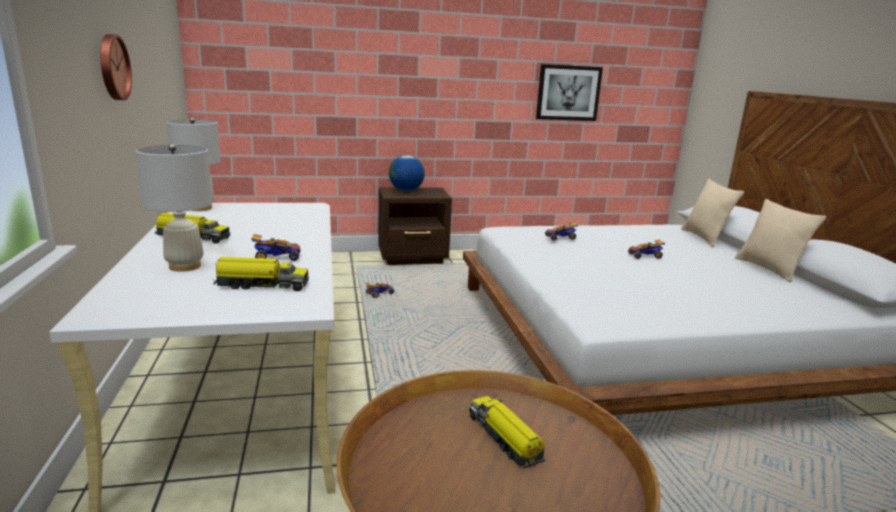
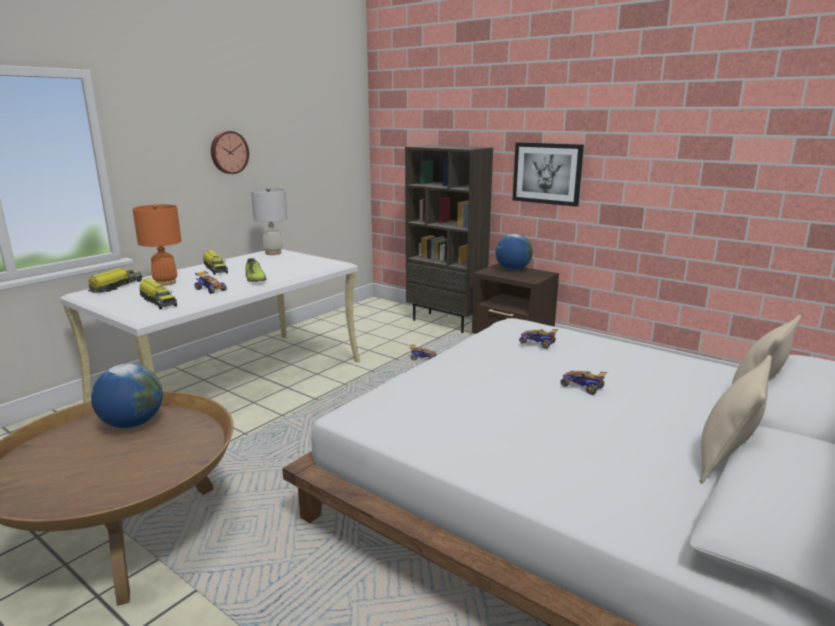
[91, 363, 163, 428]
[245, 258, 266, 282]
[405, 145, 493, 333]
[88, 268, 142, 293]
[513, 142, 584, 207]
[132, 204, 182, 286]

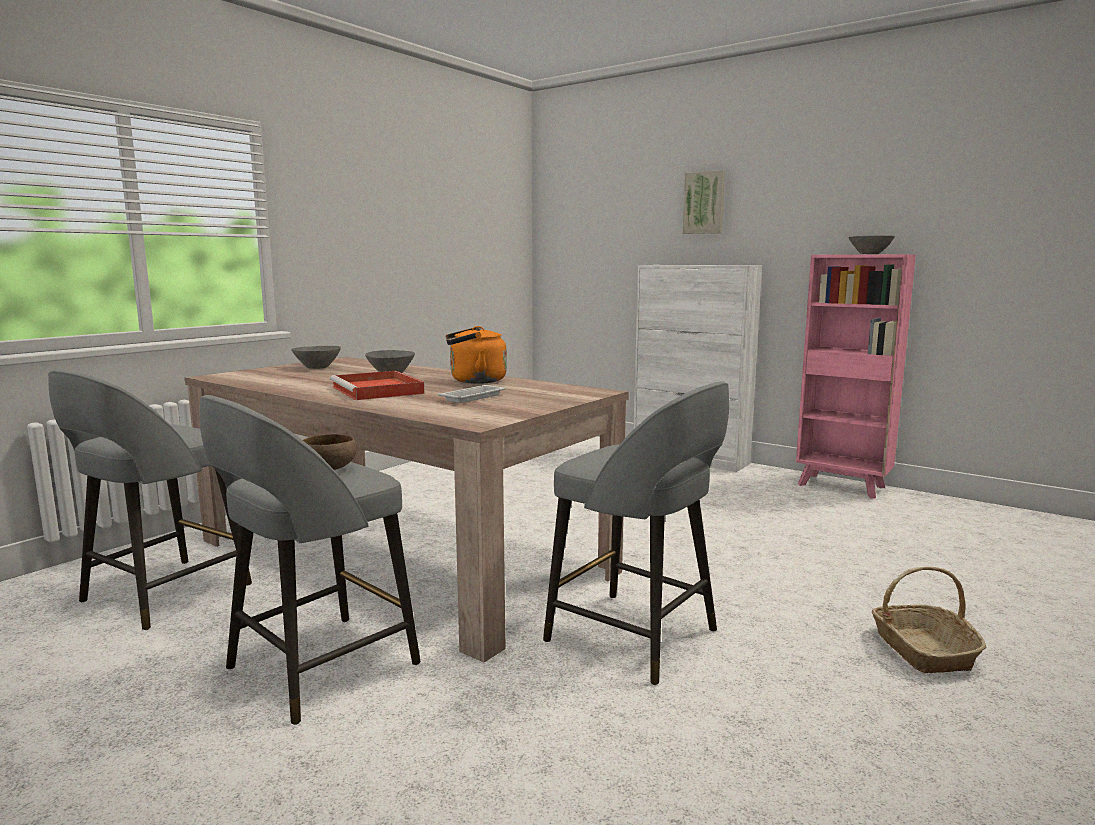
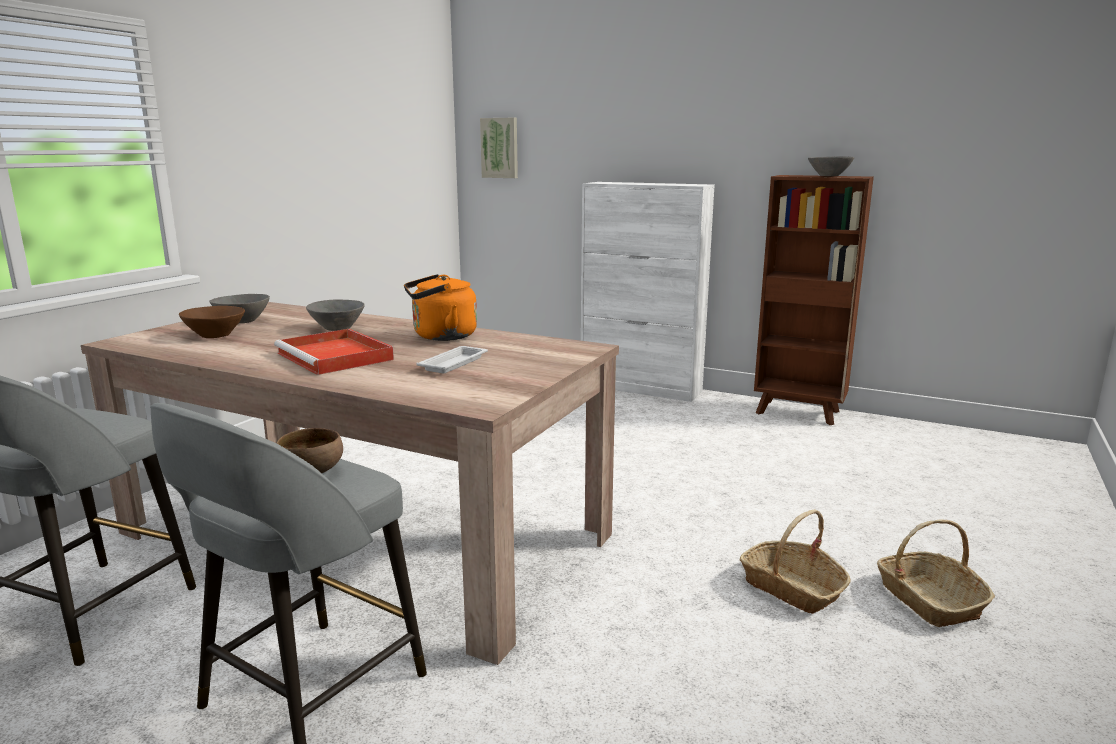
[543, 381, 729, 685] (first image)
[179, 306, 245, 338]
[739, 509, 851, 614]
[480, 118, 518, 178]
[754, 175, 874, 425]

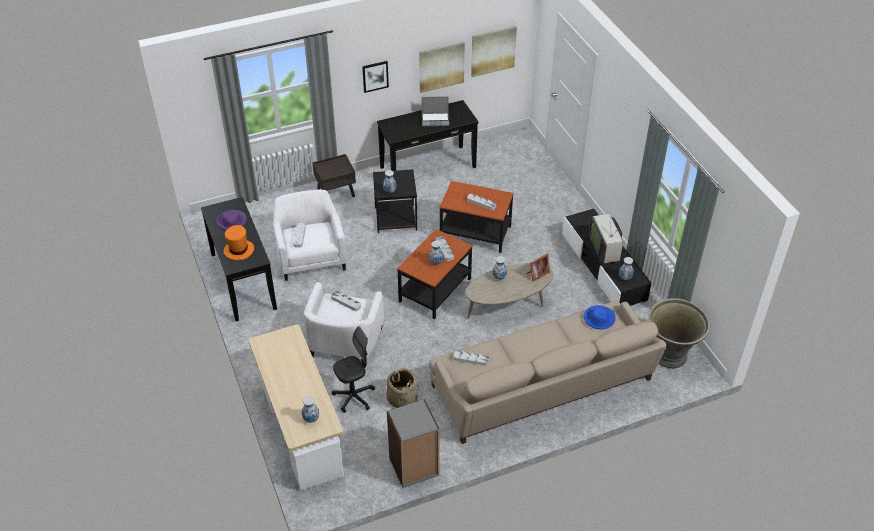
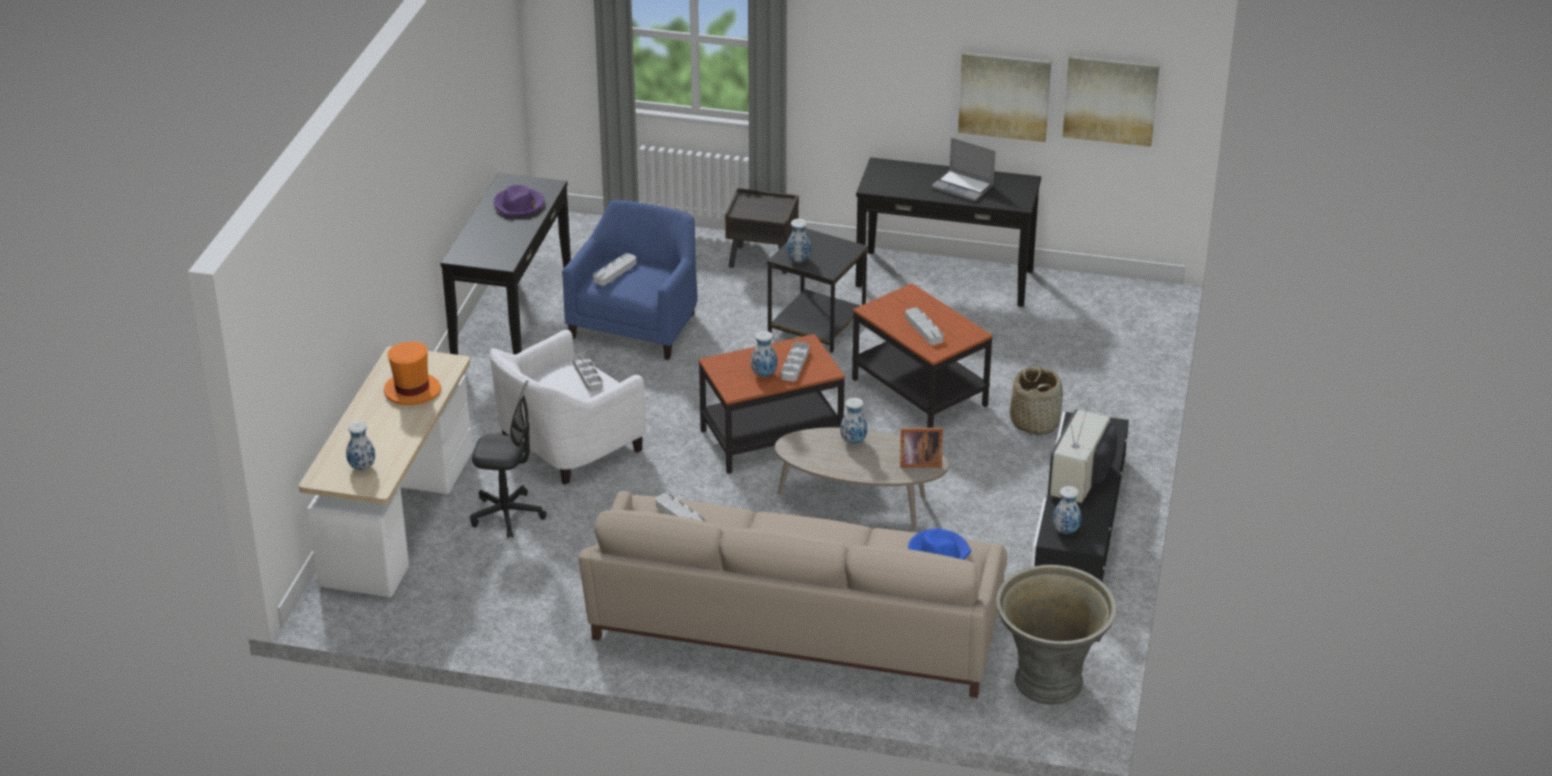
[362, 61, 389, 93] (first image)
[387, 399, 439, 488] (first image)
[384, 341, 441, 405]
[1010, 366, 1063, 435]
[562, 200, 698, 360]

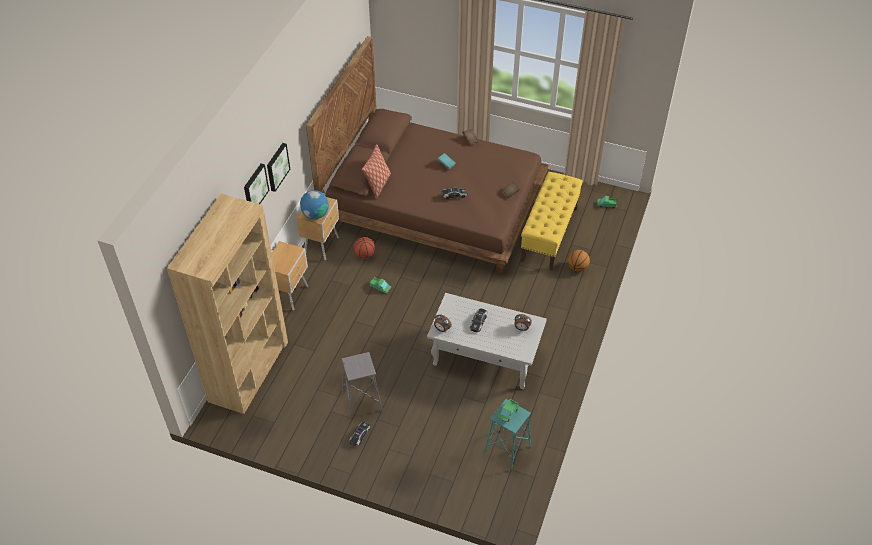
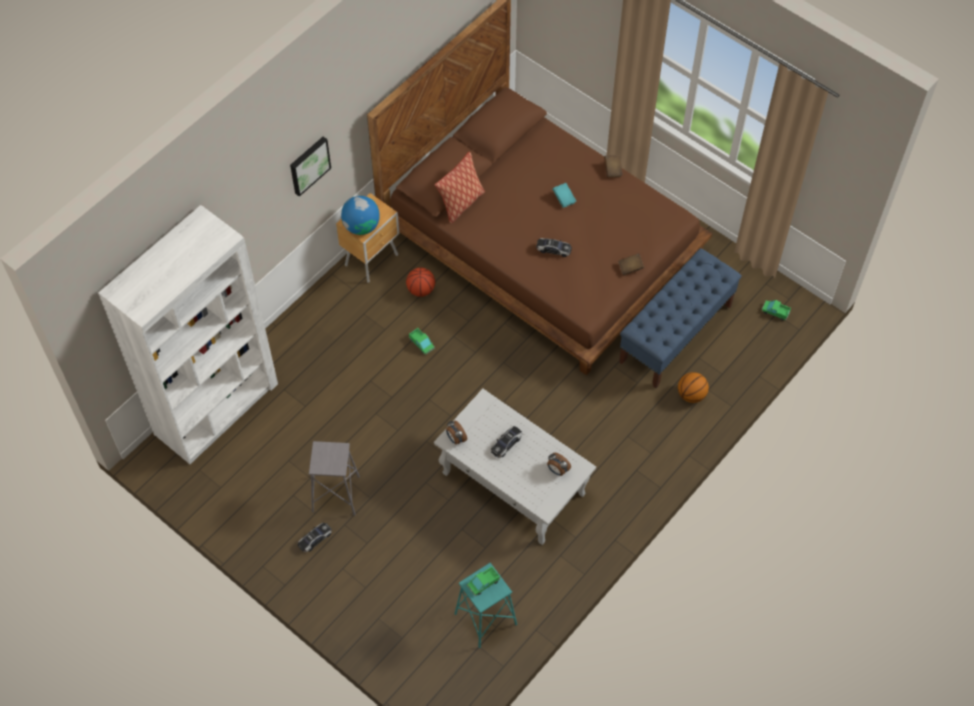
[244, 163, 269, 204] (first image)
[272, 241, 308, 310] (first image)
[98, 205, 278, 464]
[619, 248, 742, 388]

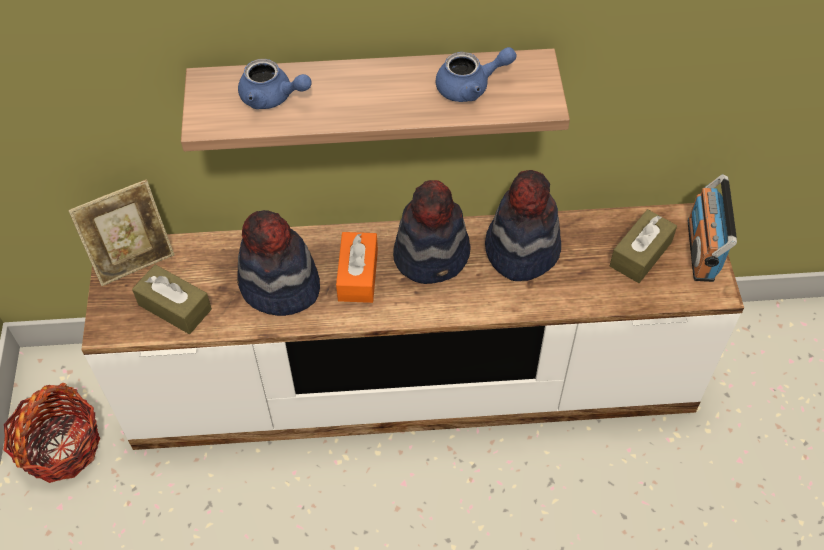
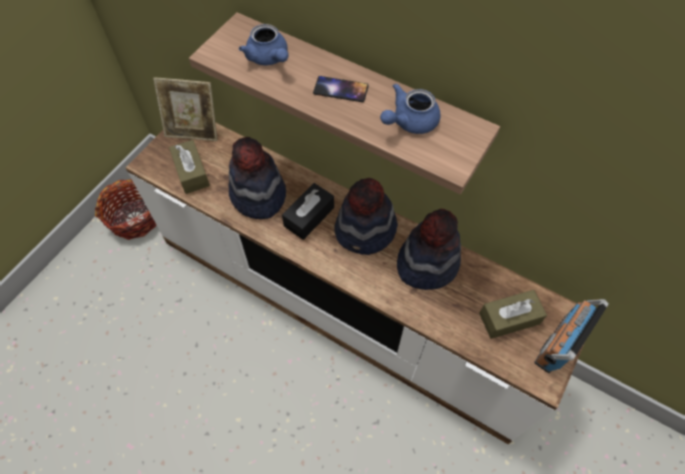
[313, 76, 369, 102]
[282, 183, 334, 240]
[380, 83, 441, 134]

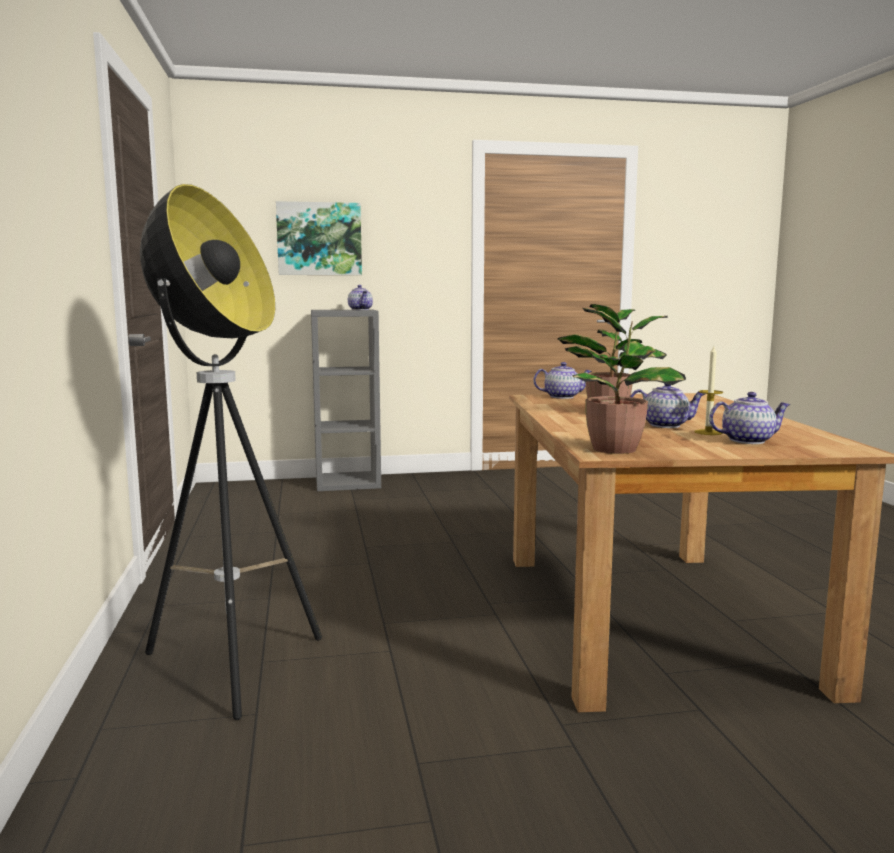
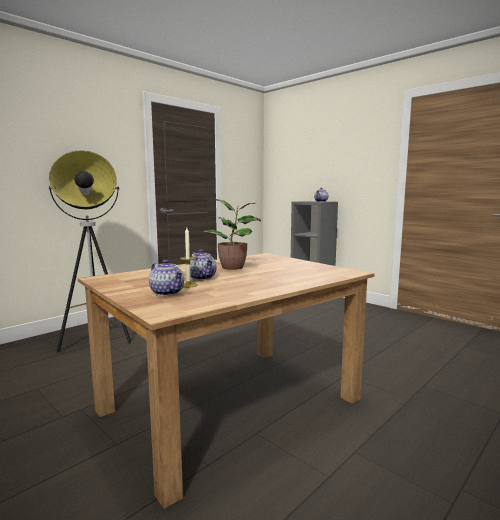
[276, 201, 362, 275] (first image)
[533, 362, 592, 399] (first image)
[564, 308, 686, 454] (first image)

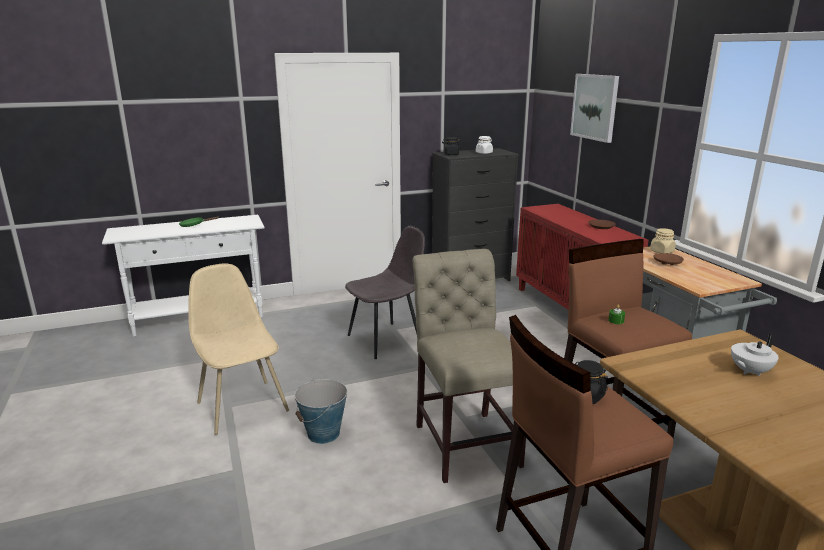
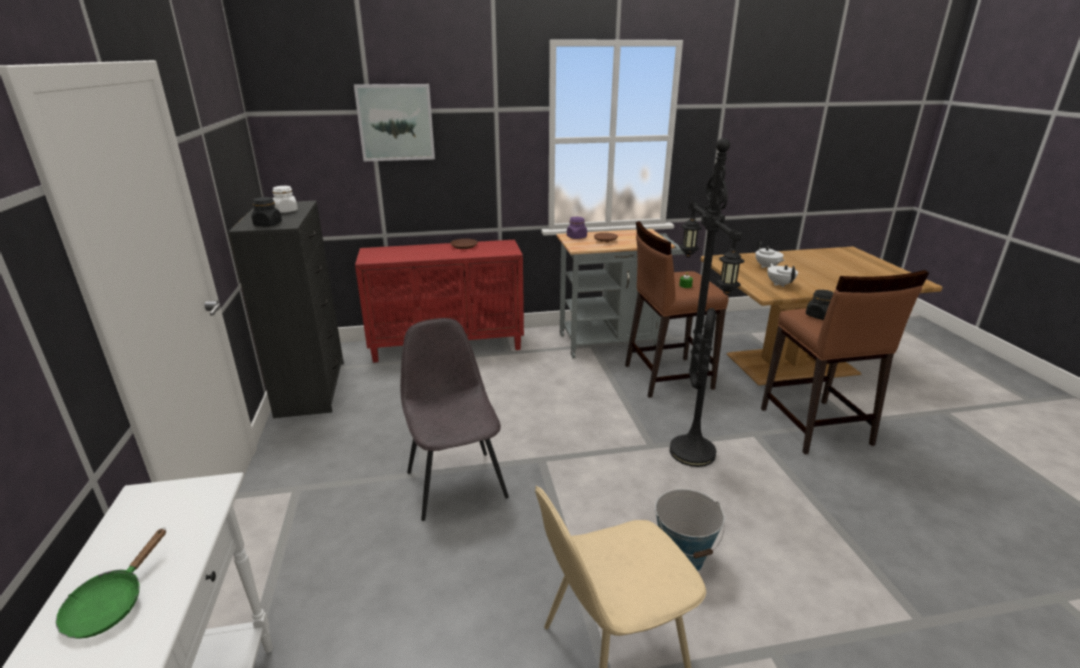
[767, 263, 798, 287]
[670, 138, 744, 467]
[567, 217, 587, 239]

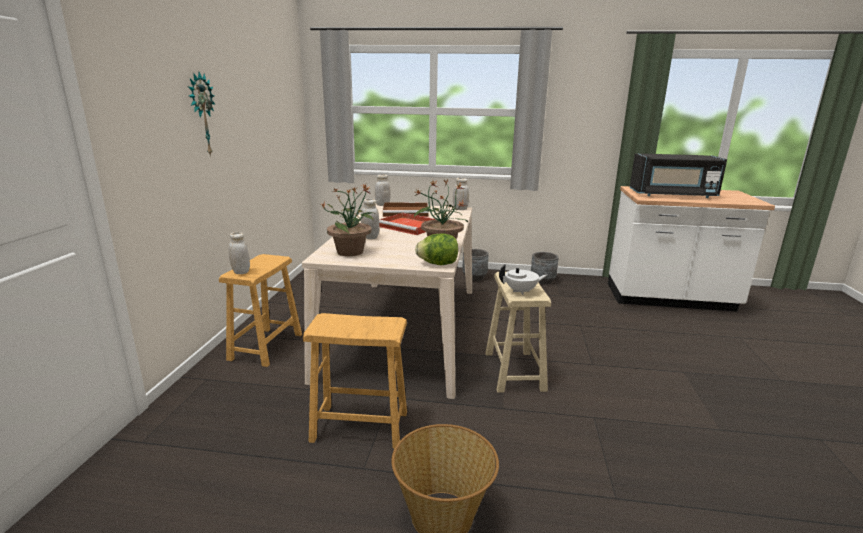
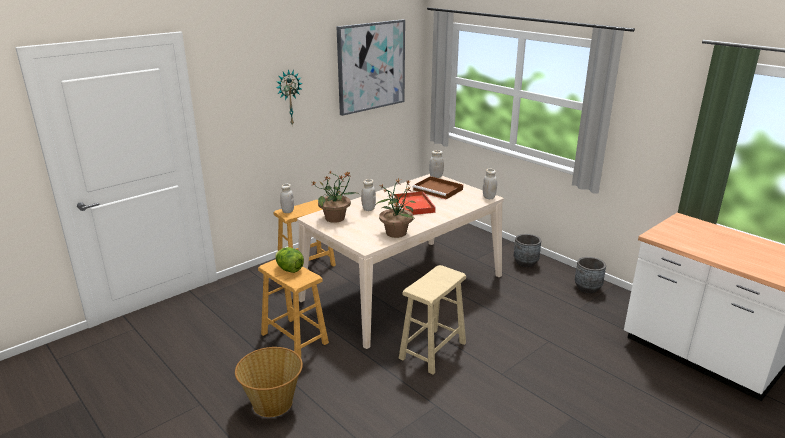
[499, 264, 547, 295] (first image)
[630, 153, 727, 198] (first image)
[336, 19, 405, 116]
[275, 247, 304, 273]

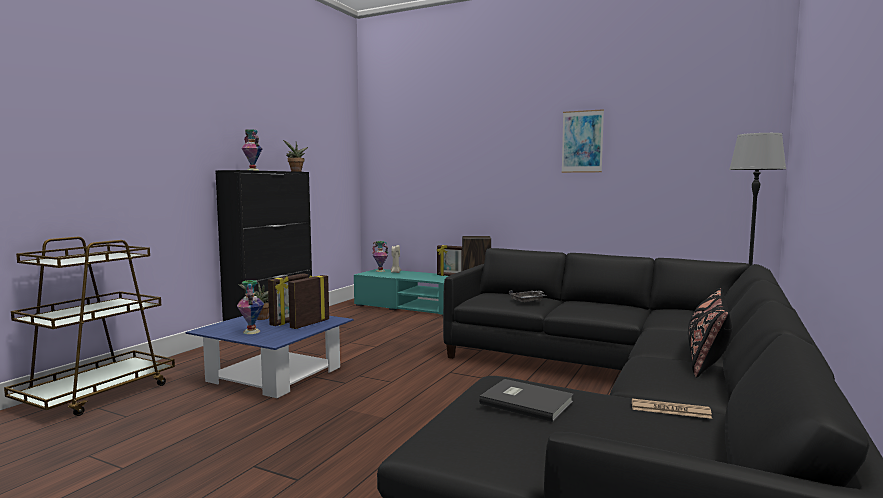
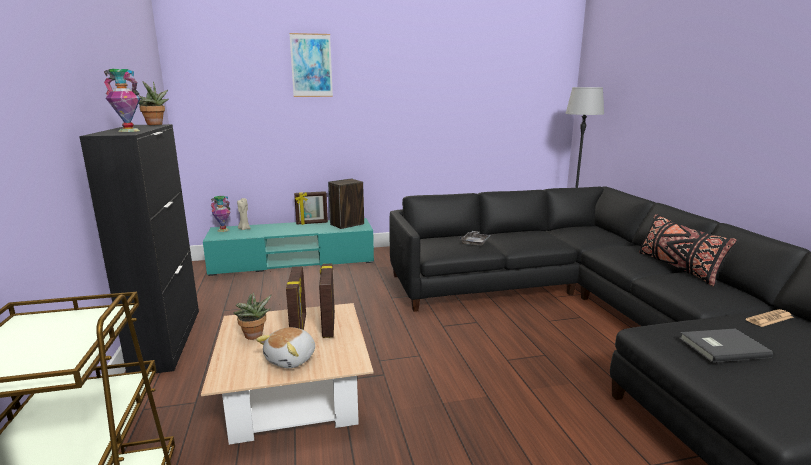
[289, 33, 333, 97]
[256, 327, 315, 369]
[201, 303, 374, 445]

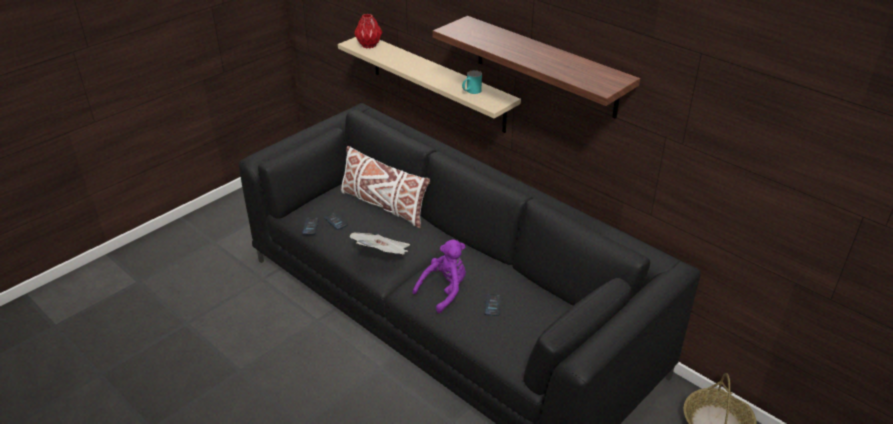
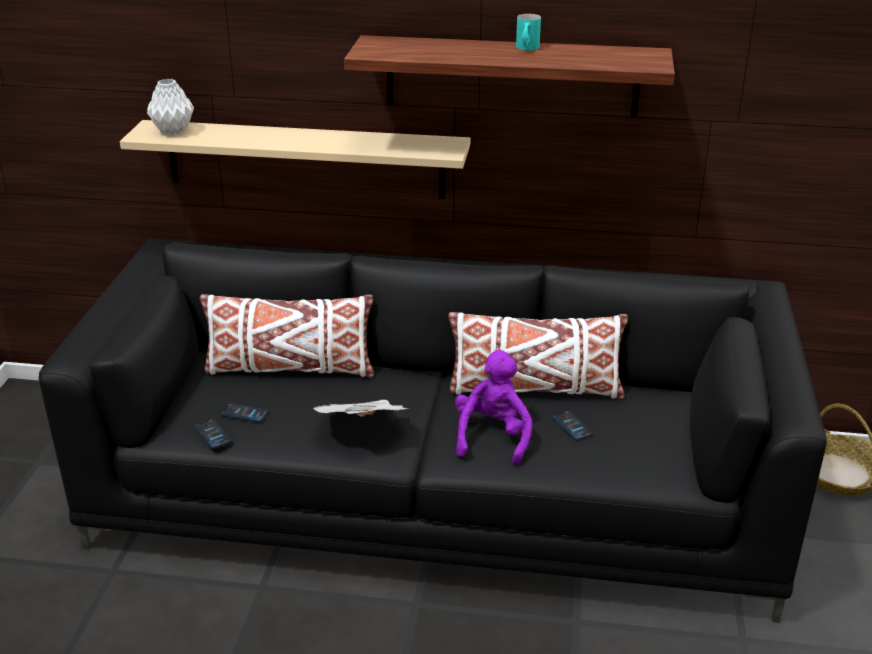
[448, 312, 628, 399]
[516, 14, 541, 51]
[147, 79, 194, 136]

